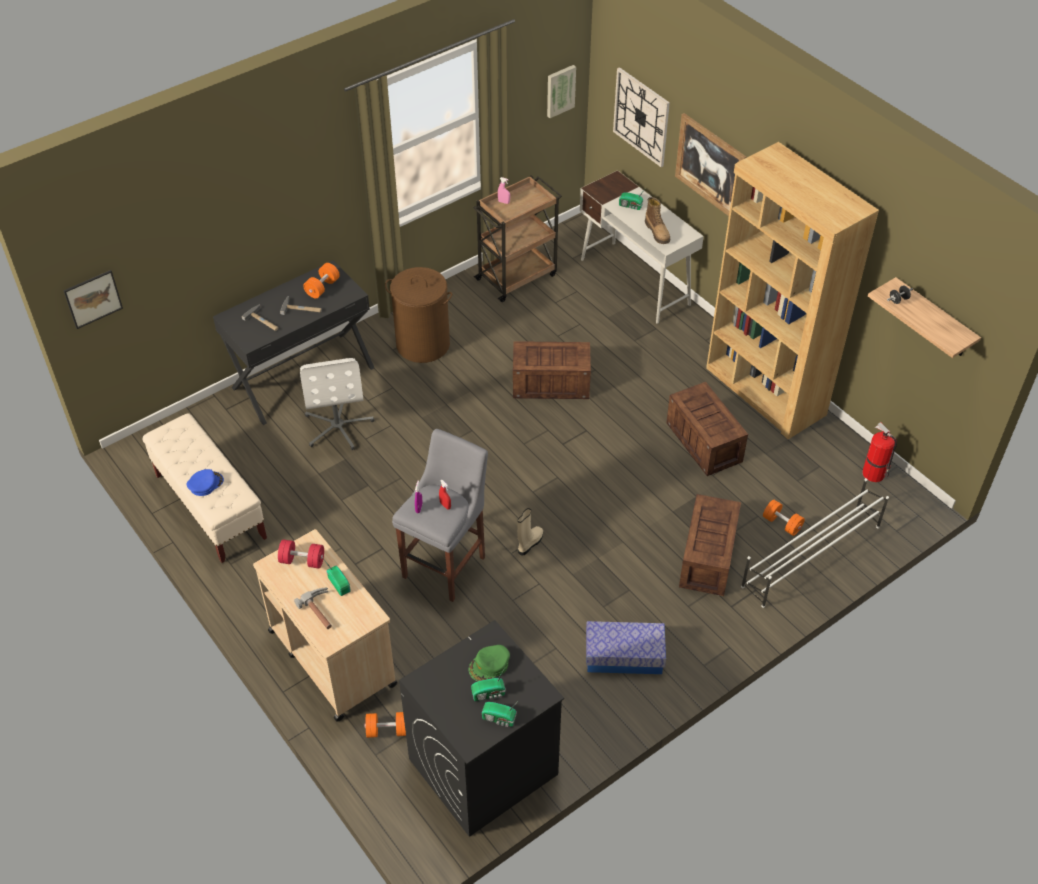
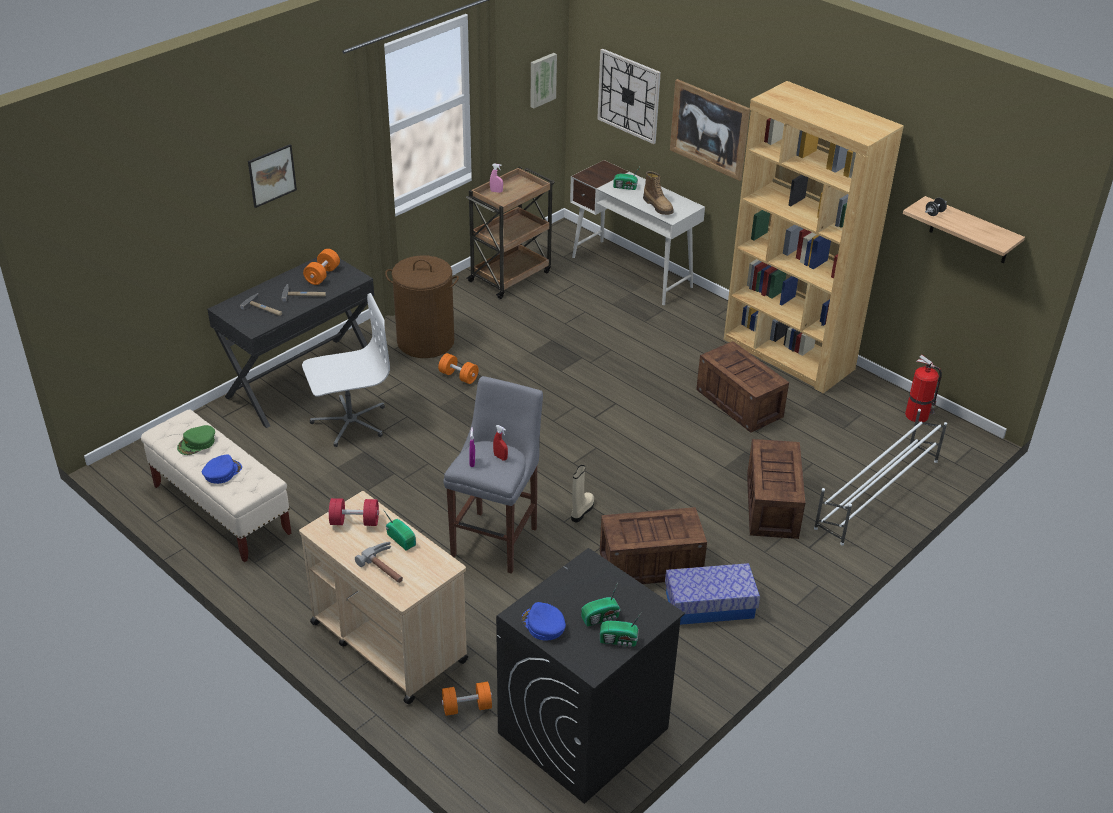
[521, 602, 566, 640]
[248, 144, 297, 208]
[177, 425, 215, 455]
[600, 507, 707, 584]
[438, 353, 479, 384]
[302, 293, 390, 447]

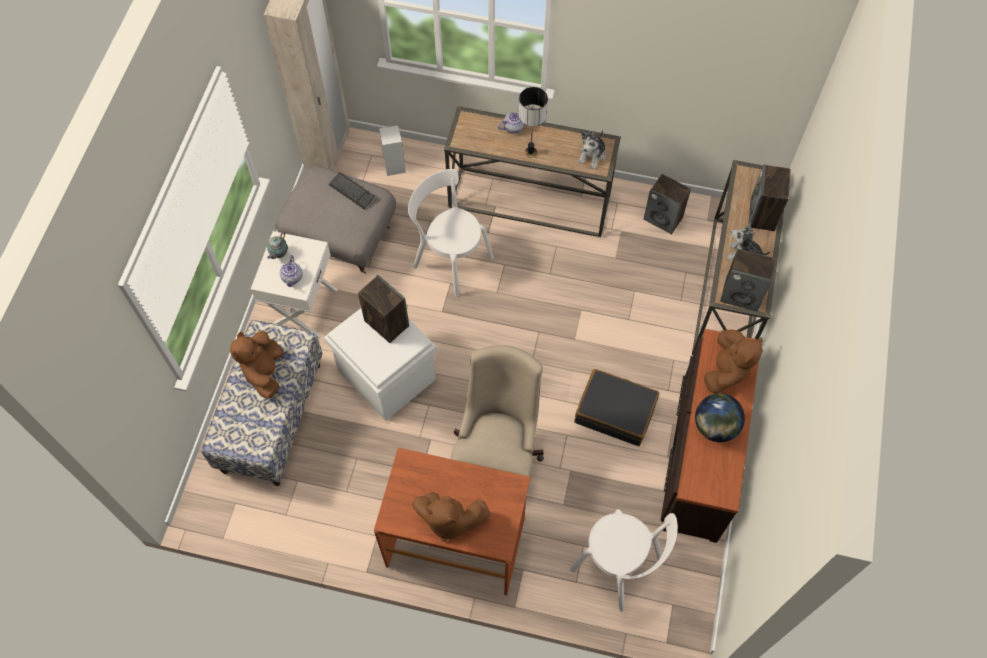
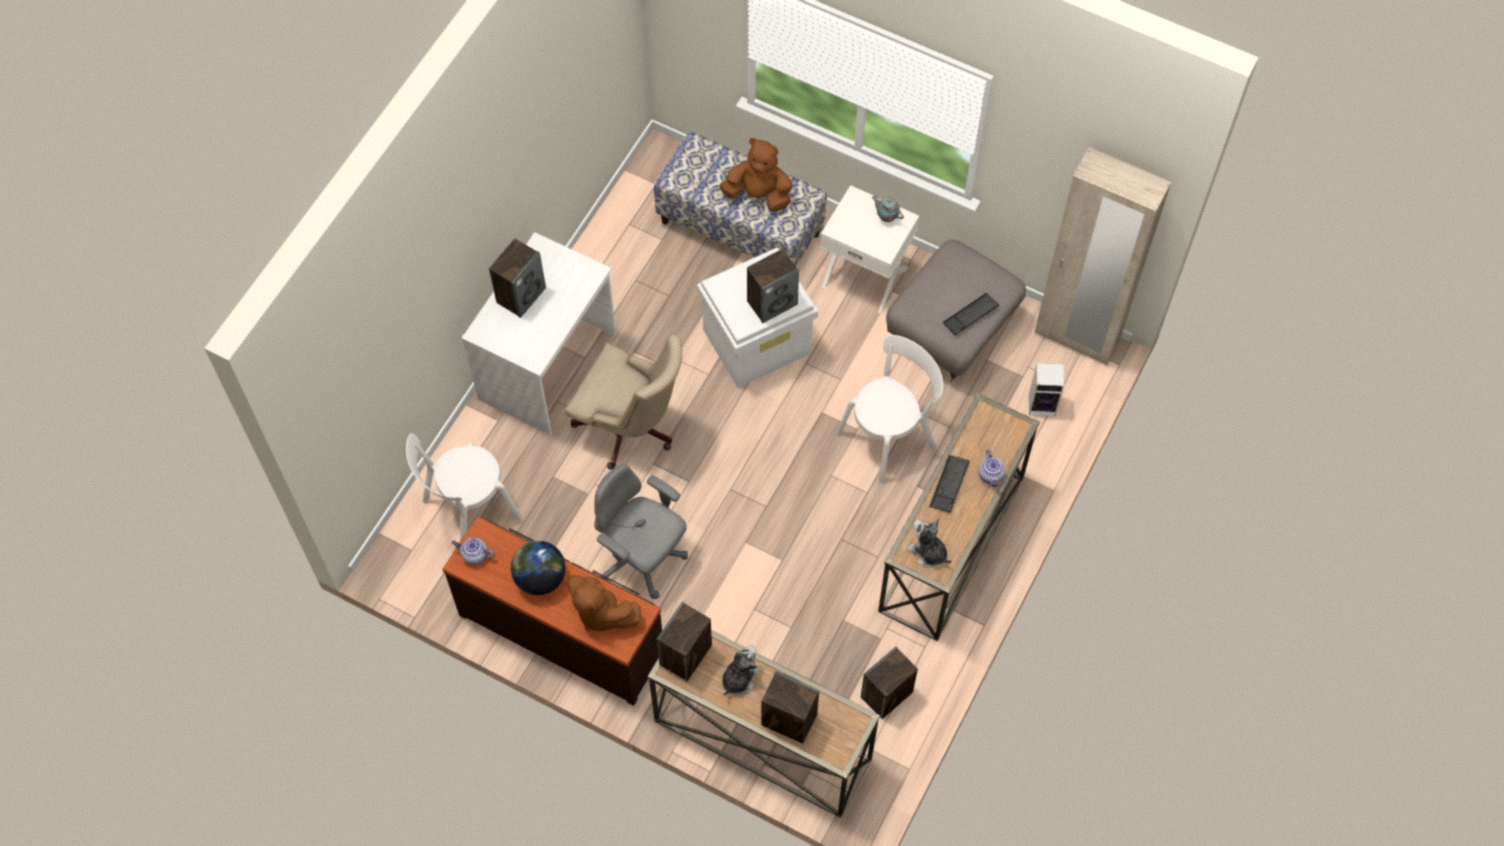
[452, 537, 495, 565]
[489, 239, 546, 318]
[929, 455, 970, 512]
[594, 465, 688, 599]
[462, 232, 616, 435]

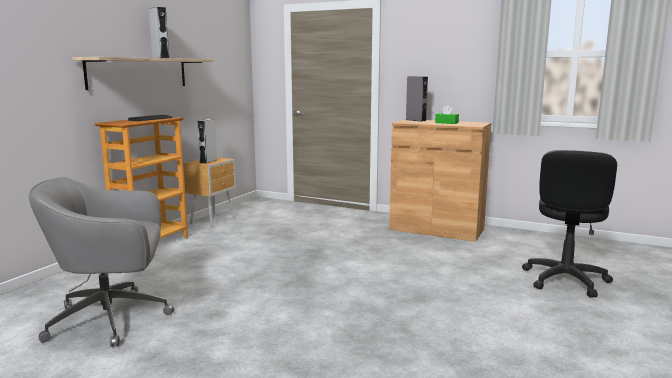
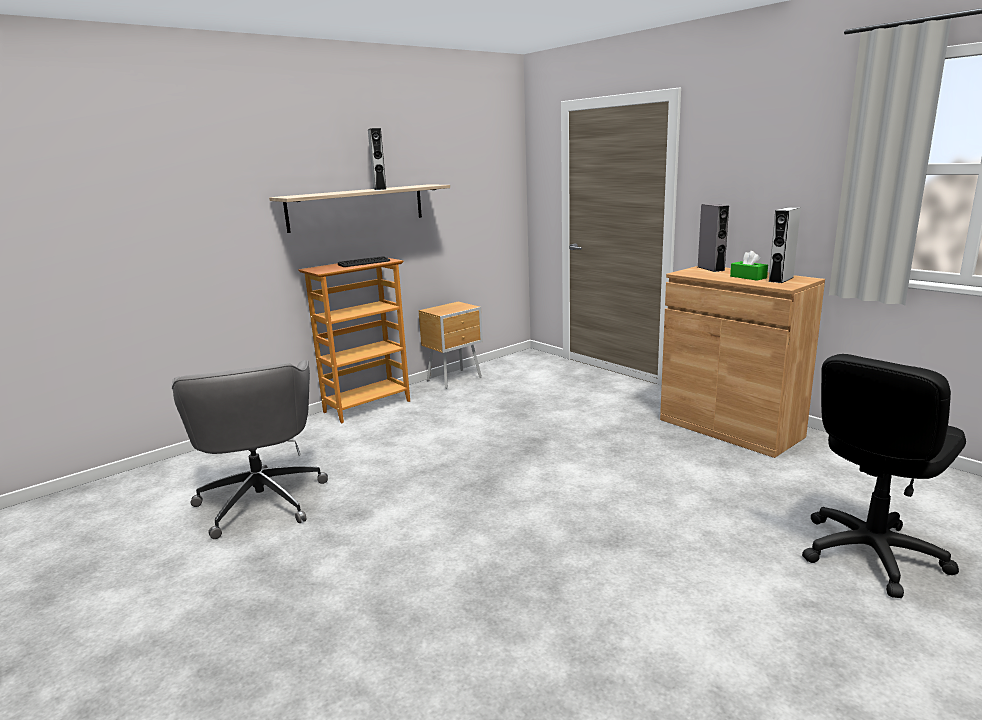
[769, 207, 801, 283]
[172, 360, 328, 539]

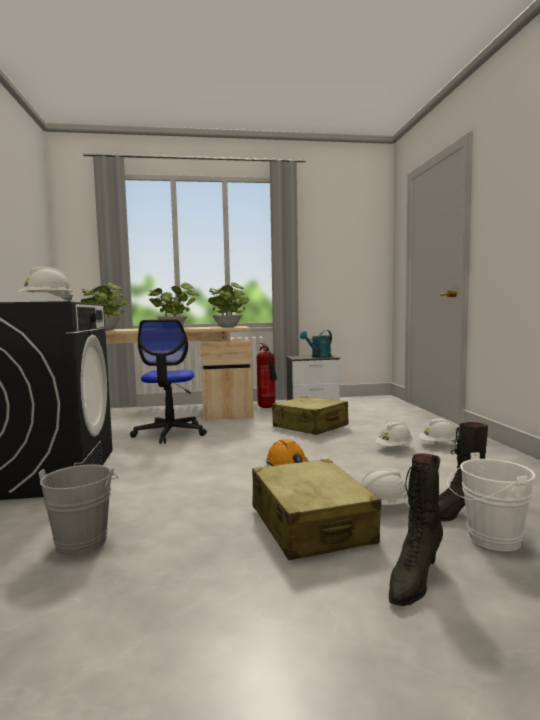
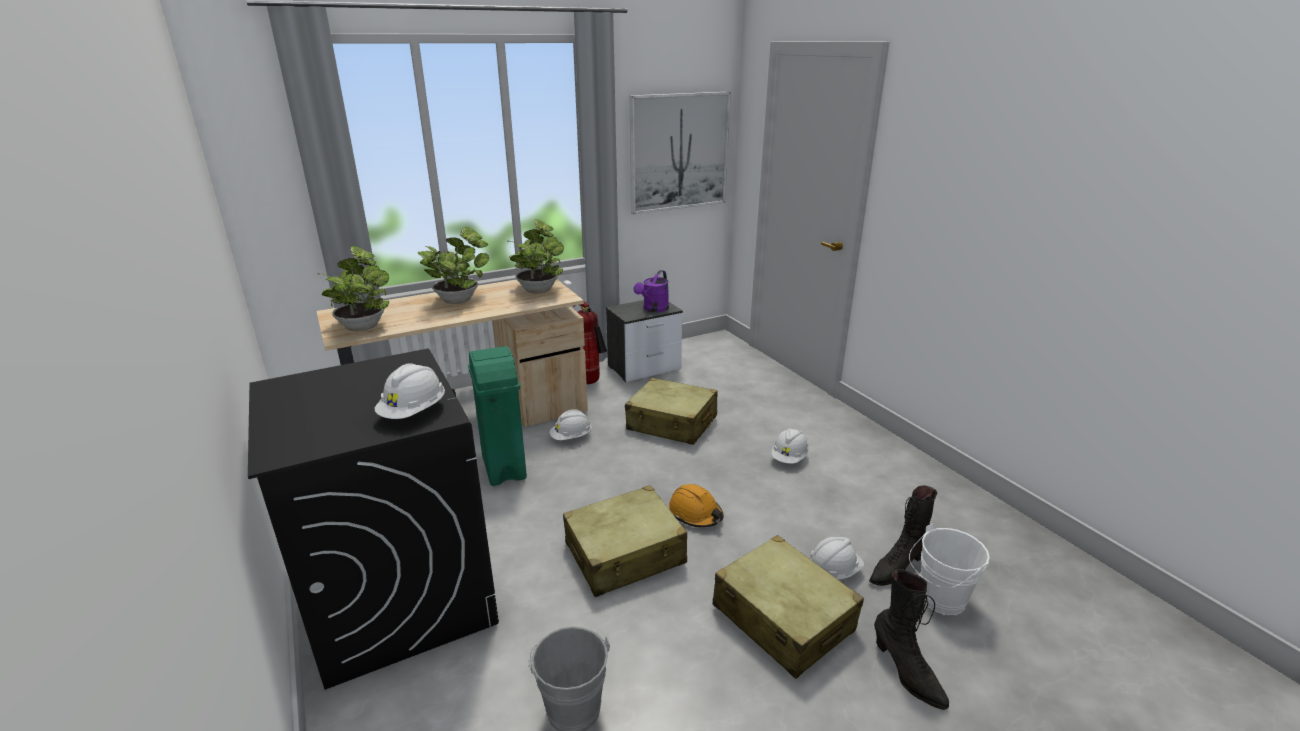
[563, 485, 687, 597]
[630, 92, 731, 214]
[550, 409, 592, 440]
[468, 346, 527, 486]
[634, 270, 669, 312]
[874, 569, 949, 710]

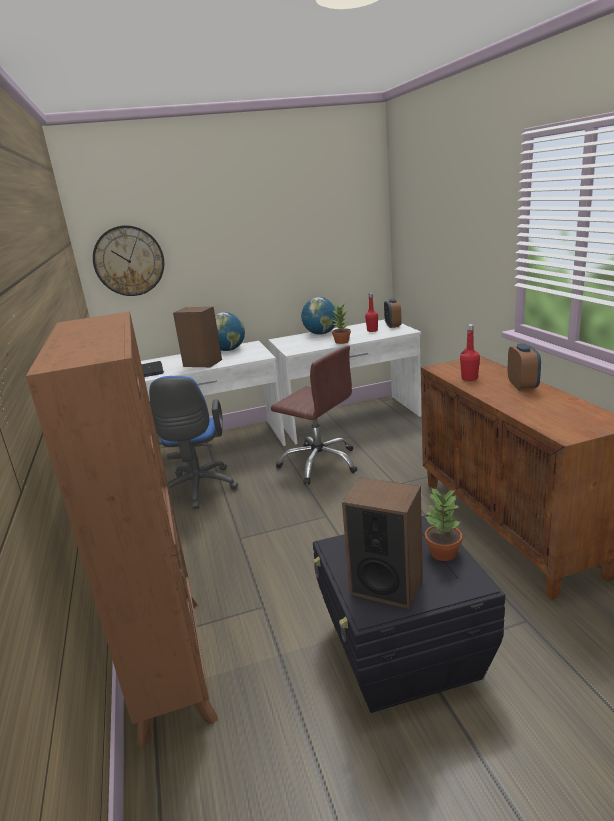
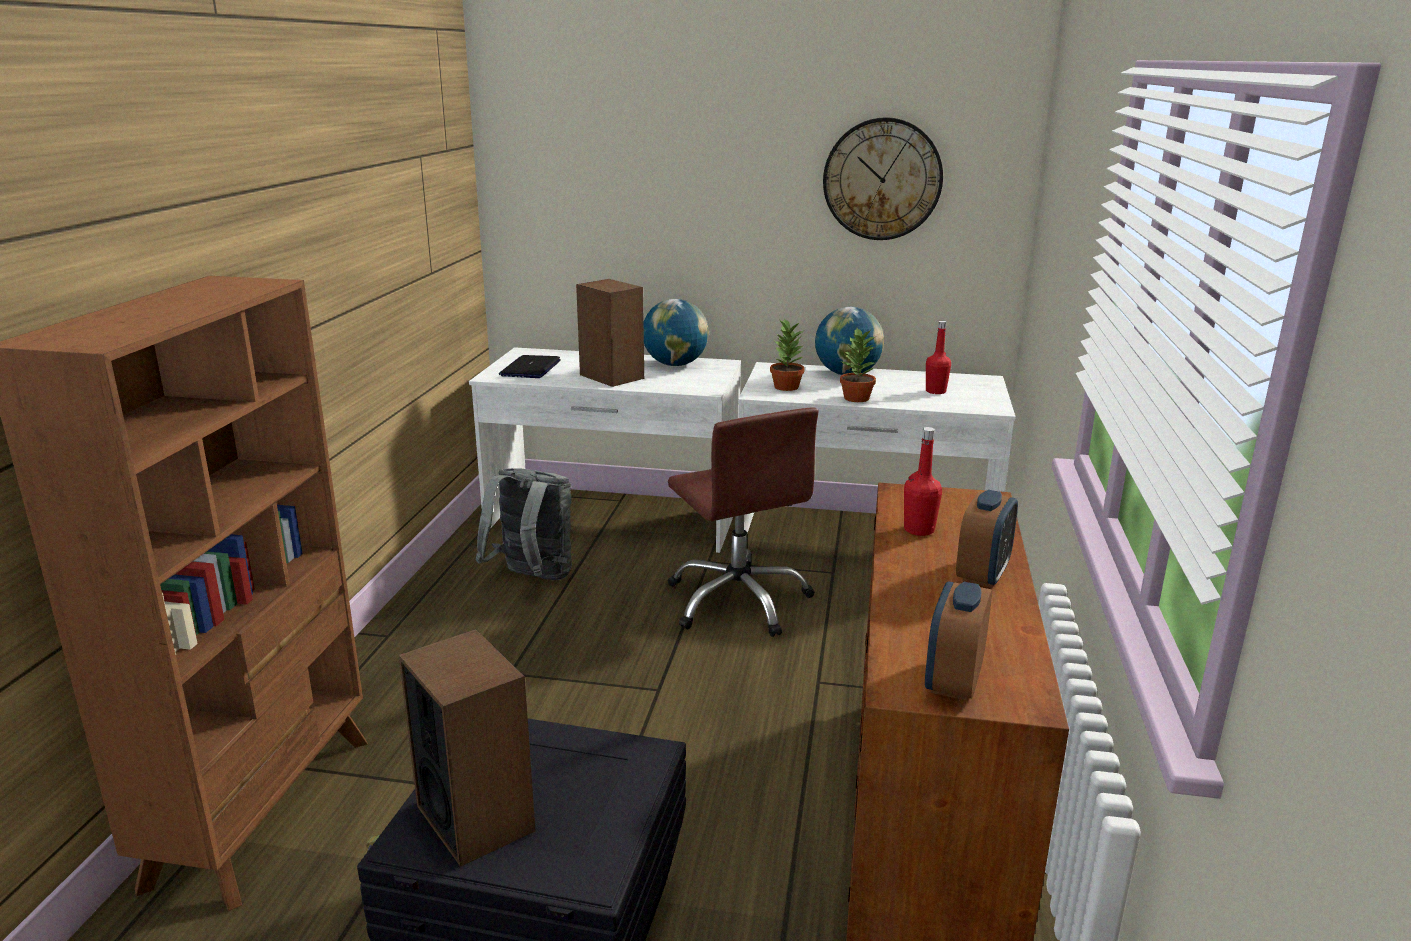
[823, 117, 943, 240]
[925, 582, 992, 701]
[770, 318, 805, 391]
[476, 468, 572, 580]

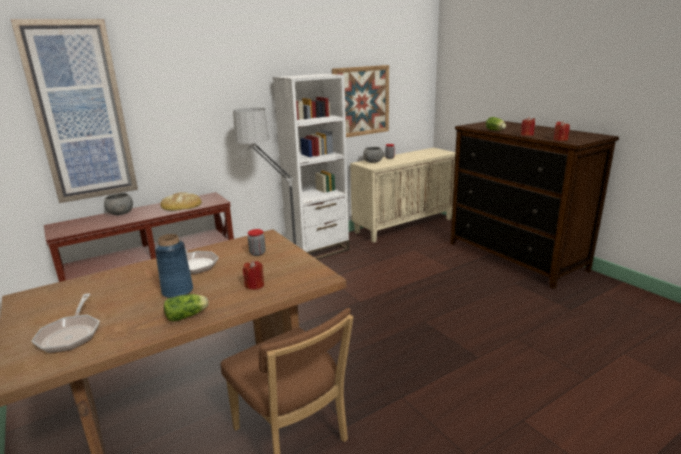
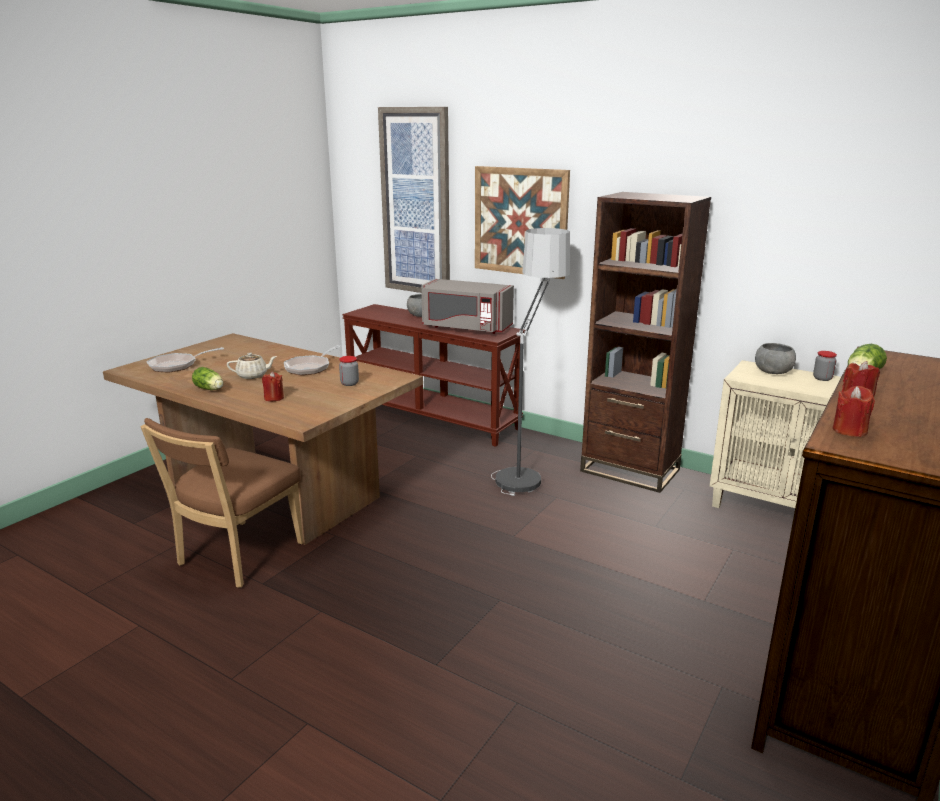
[475, 166, 570, 279]
[227, 353, 277, 379]
[421, 279, 514, 334]
[580, 192, 711, 493]

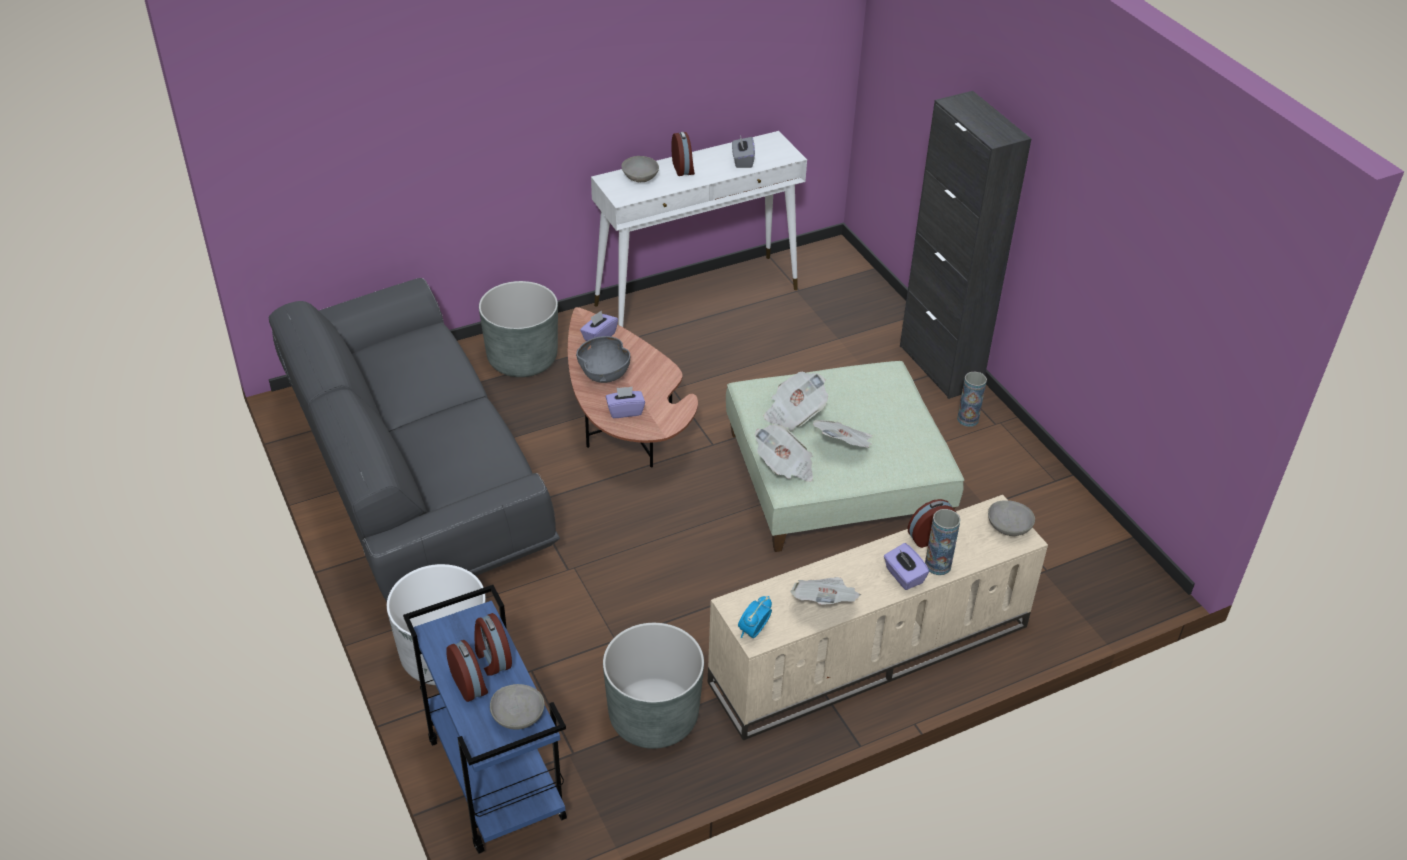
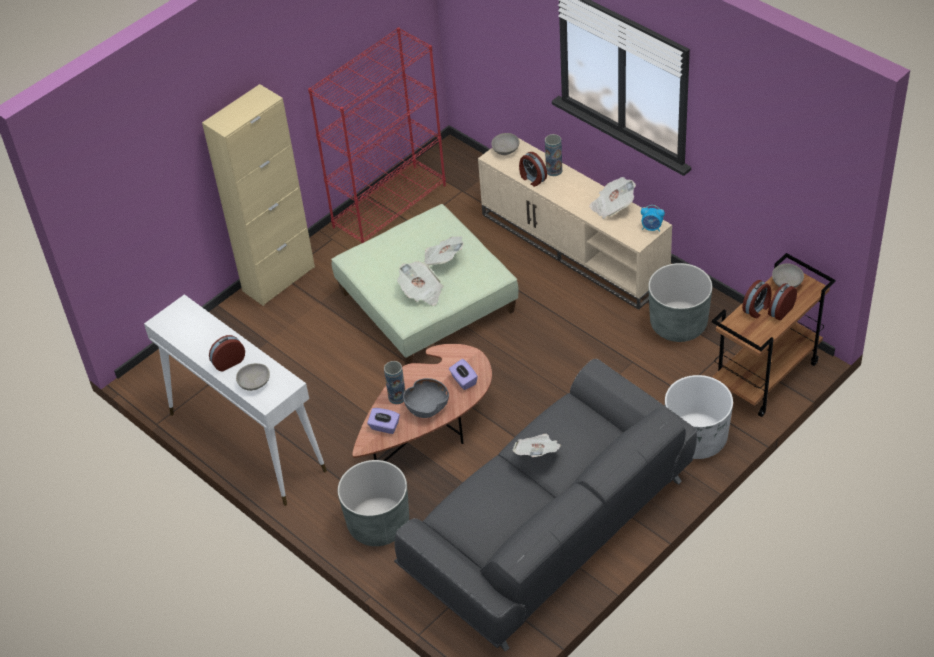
[732, 135, 755, 168] (first image)
[884, 543, 929, 590] (first image)
[308, 28, 446, 243]
[512, 434, 561, 457]
[384, 361, 405, 404]
[712, 253, 835, 417]
[202, 84, 315, 306]

